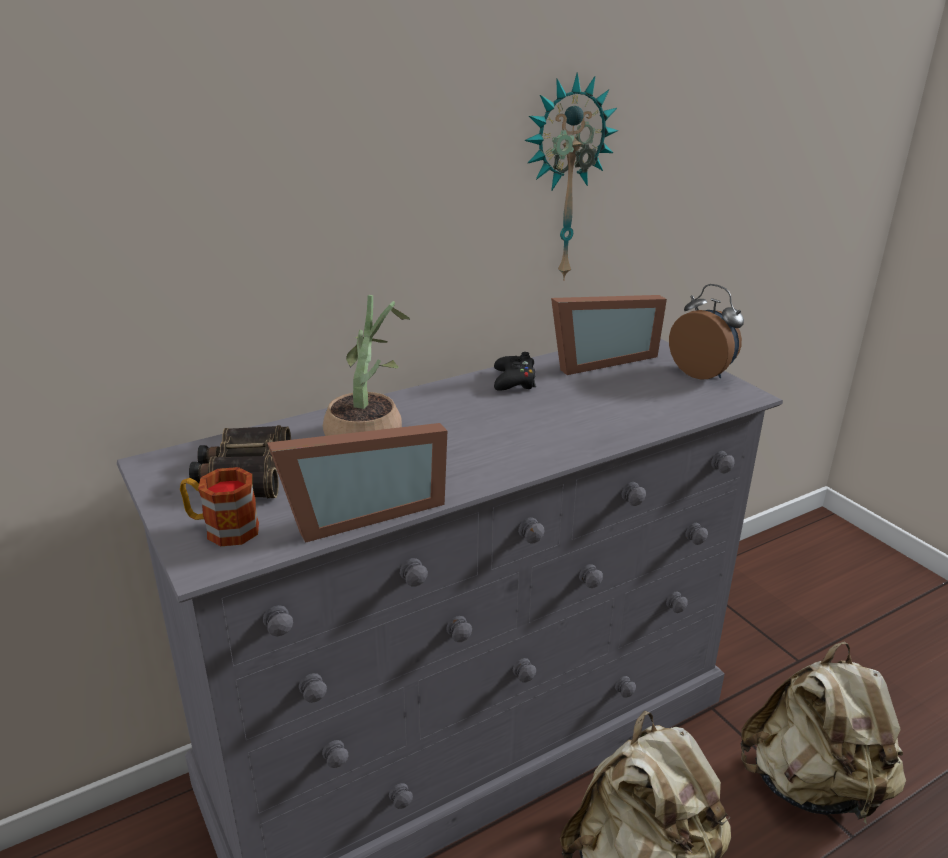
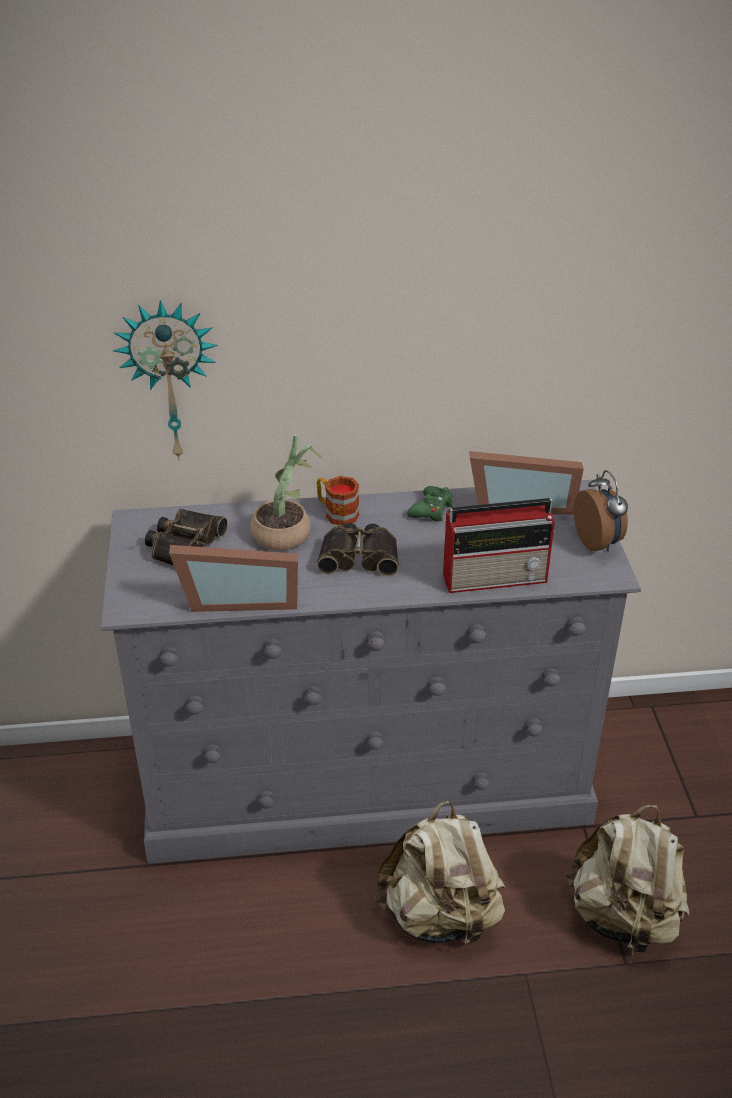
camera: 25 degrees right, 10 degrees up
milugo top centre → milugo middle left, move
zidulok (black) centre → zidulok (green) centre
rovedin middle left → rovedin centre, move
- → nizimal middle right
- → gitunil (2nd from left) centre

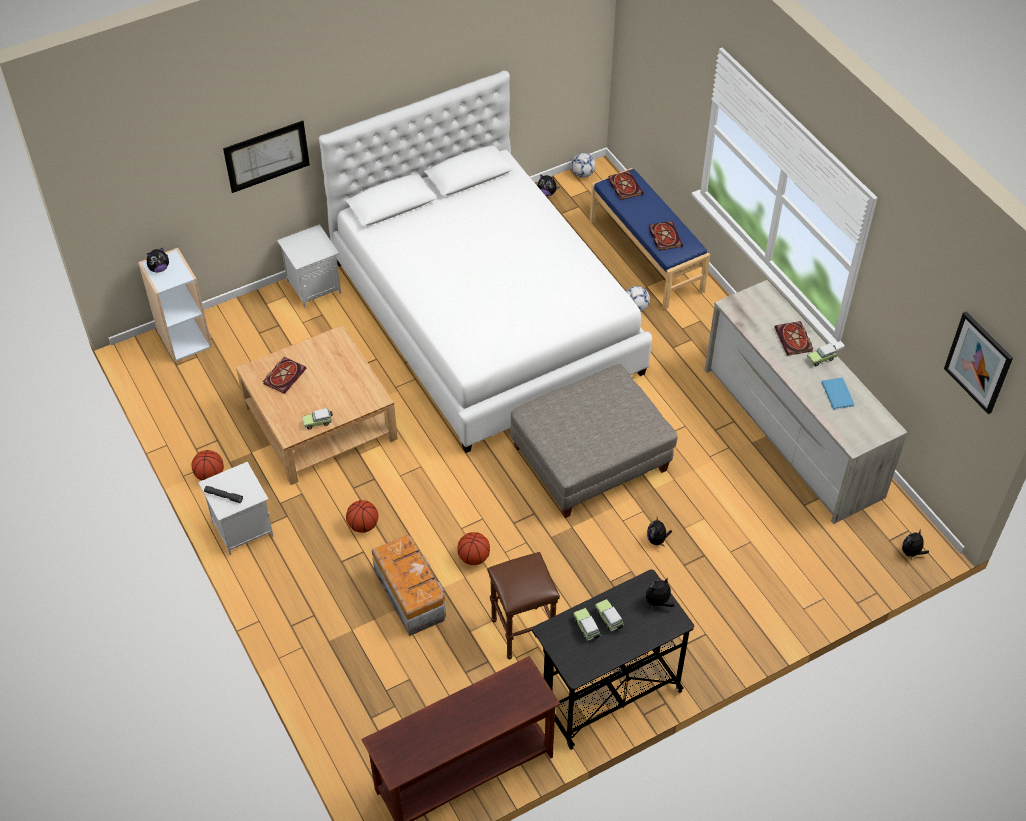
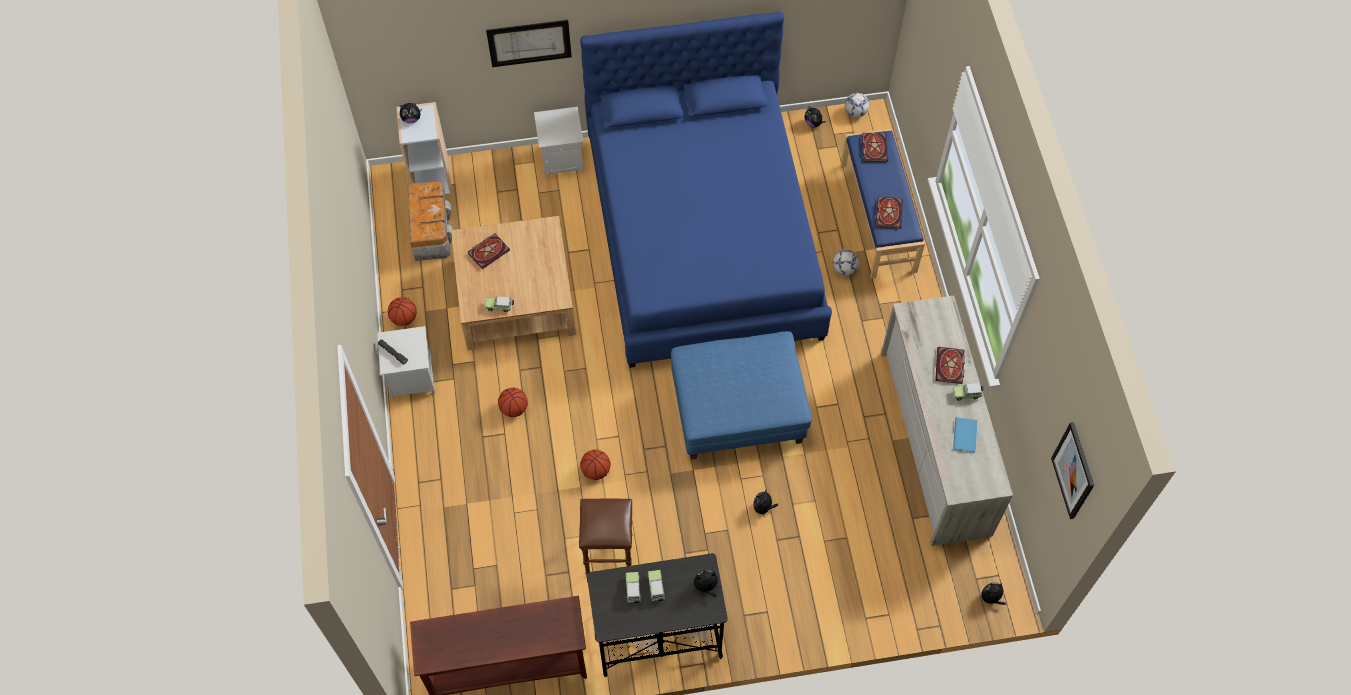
camera: 20 degrees right, 10 degrees up
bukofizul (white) top centre → bukofizul (blue) top centre
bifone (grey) centre → bifone (blue) centre
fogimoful bottom centre → fogimoful top left, move

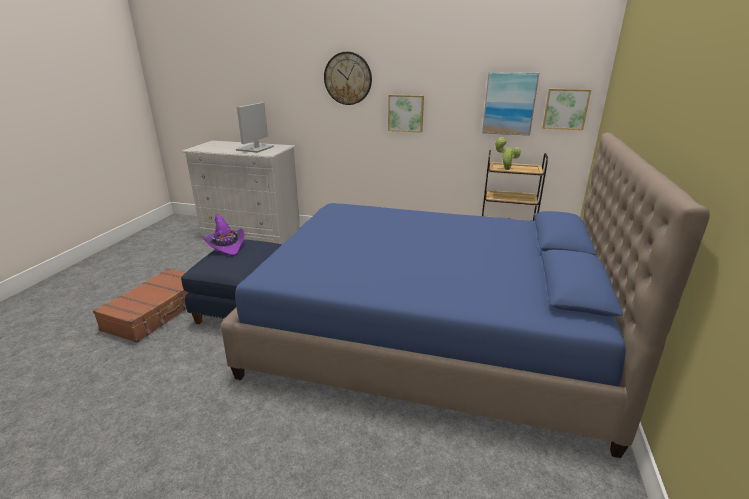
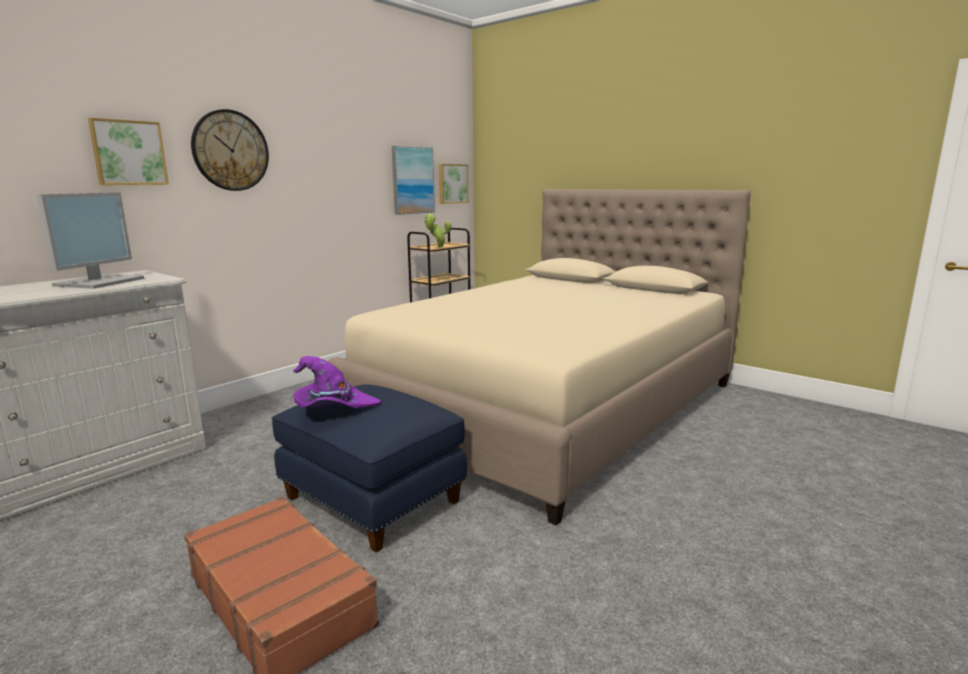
camera: 65 degrees left, 10 degrees down
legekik (1st from left) top centre → legekik (1st from left) top left, move
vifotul top centre → vifotul middle left, 120 degrees counterclockwise
bukofizul (blue) centre → bukofizul (beige) centre

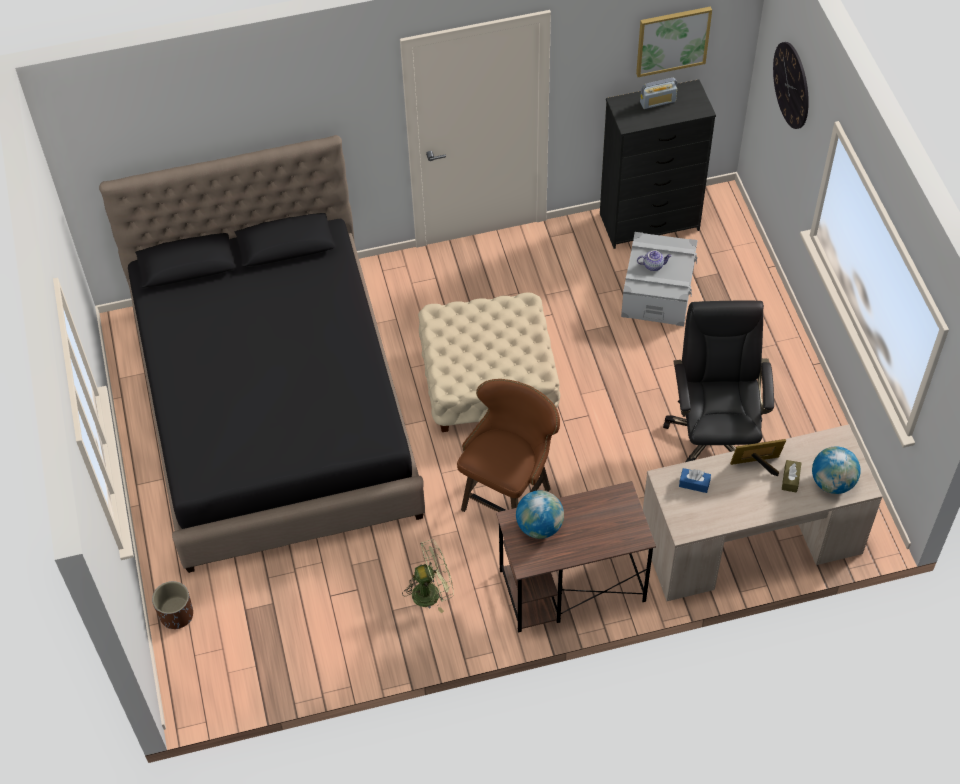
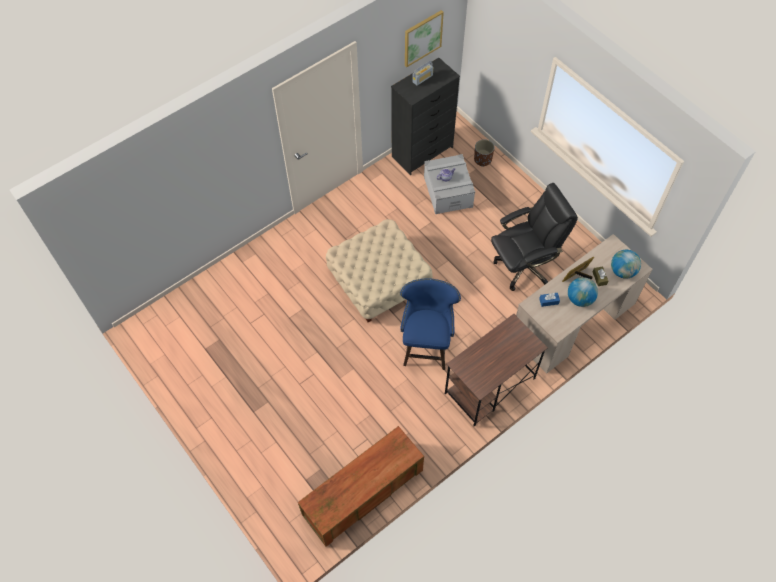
camera: 25 degrees left, 5 degrees up
milugo top right → -
bukofizul (black) middle left → -
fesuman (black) middle right, 90 degrees clockwise
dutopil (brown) centre → dutopil (blue) centre
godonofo (1st from left) centre → godonofo (1st from left) middle right, move
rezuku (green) bottom centre → -
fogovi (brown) bottom left → fogovi (brown) top centre, move
- → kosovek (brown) bottom centre

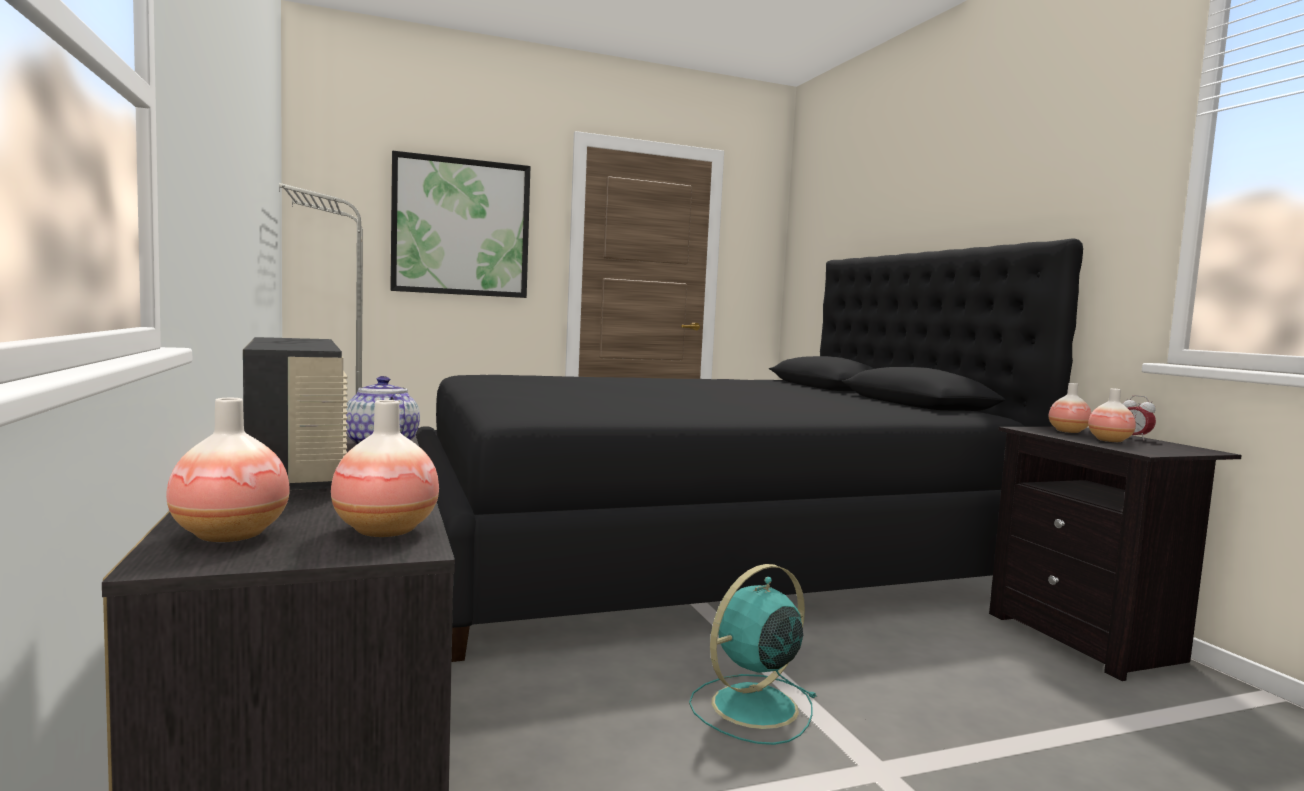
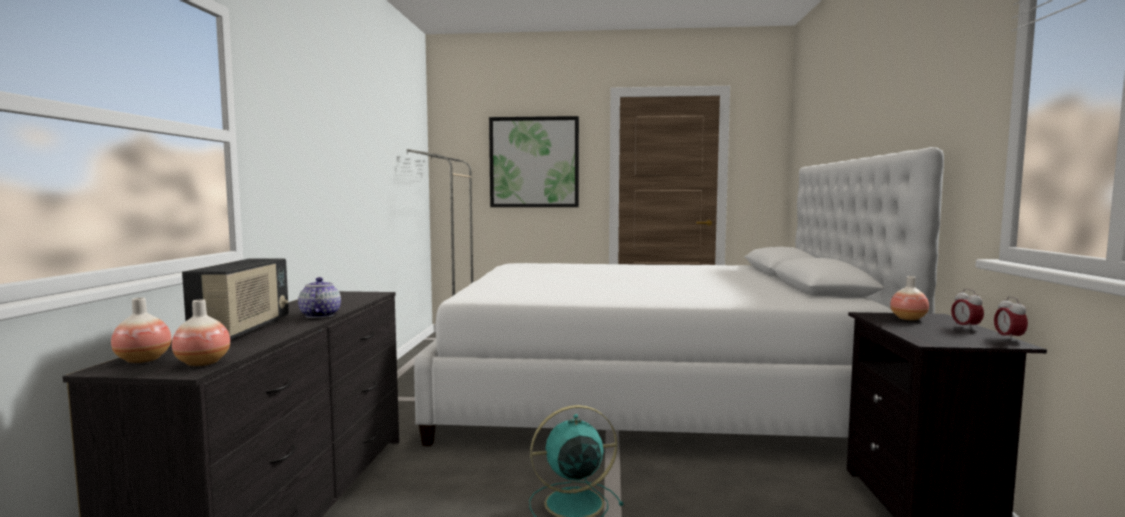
camera: 25 degrees right, 0 degrees up
bukofizul (black) centre → bukofizul (white) centre
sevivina (4th from left) middle right → -
- → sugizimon (2nd from left) middle right

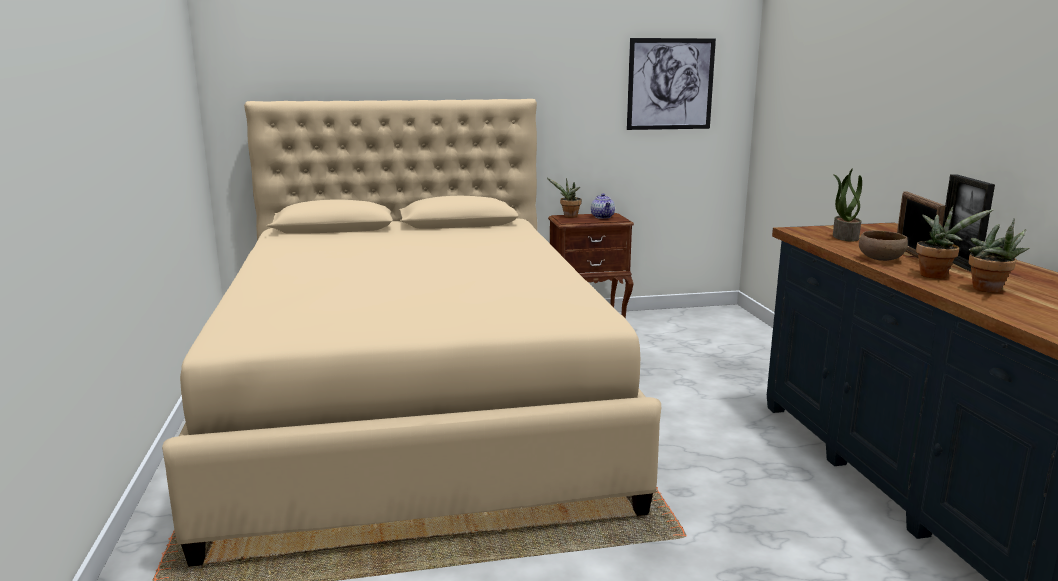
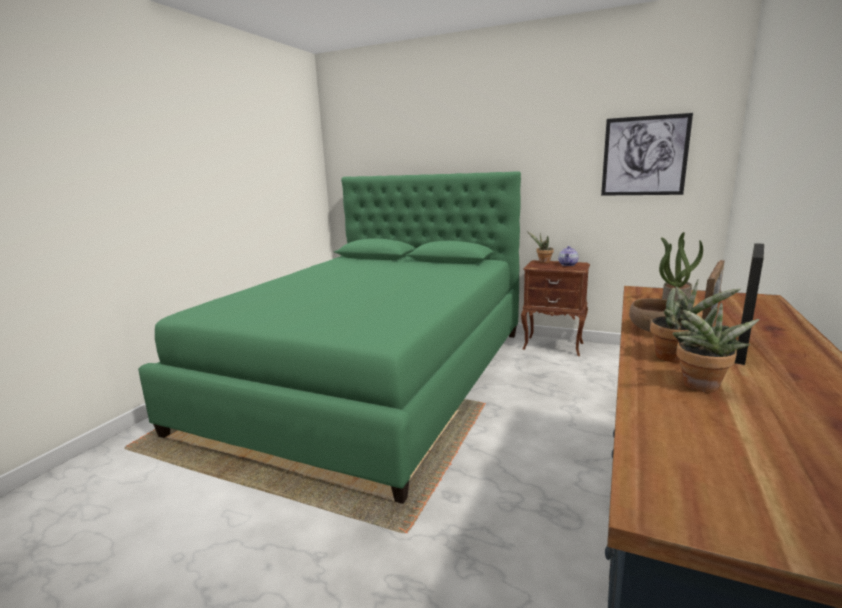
camera: 35 degrees right, 0 degrees up
bukofizul (beige) centre → bukofizul (green) centre

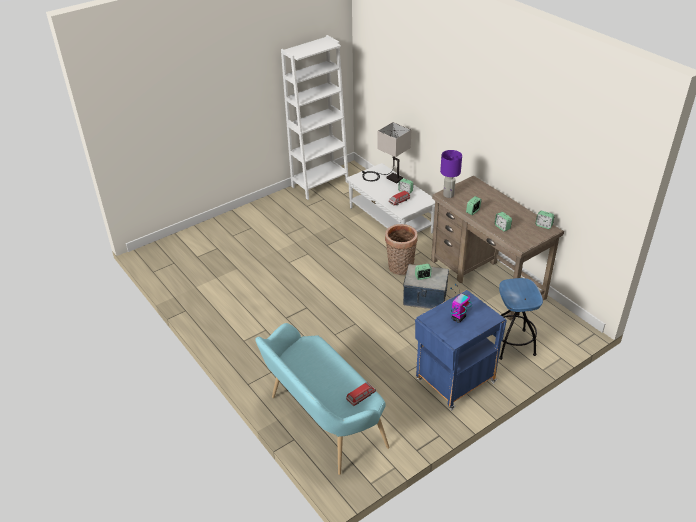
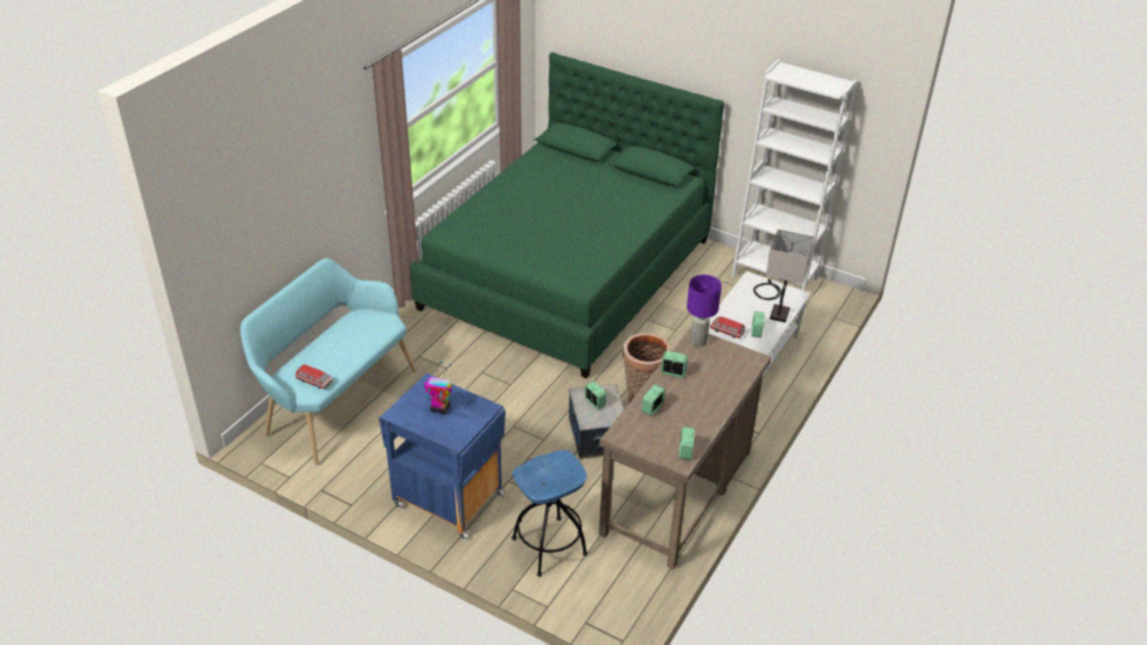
camera: 65 degrees right, 0 degrees up
- → bukofizul (green) centre

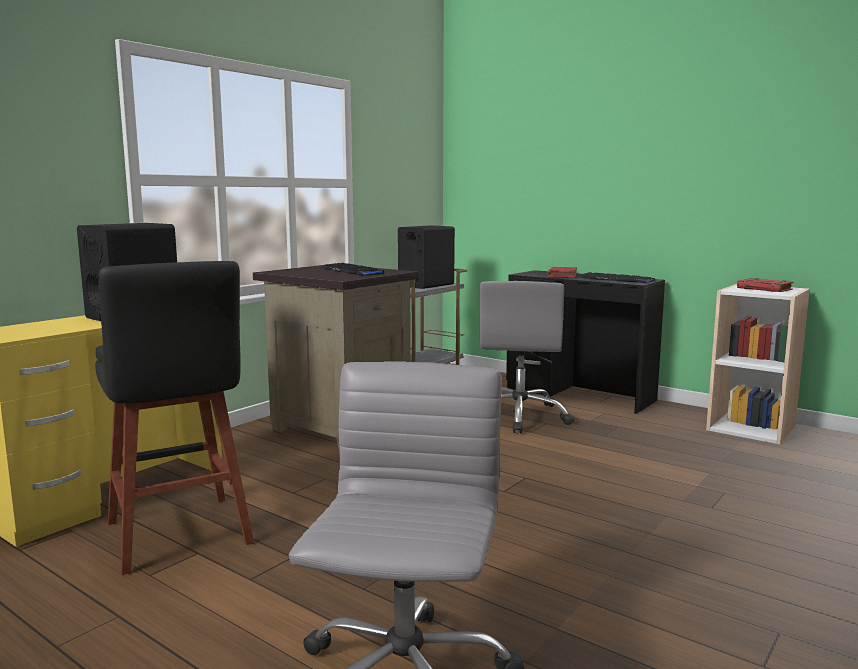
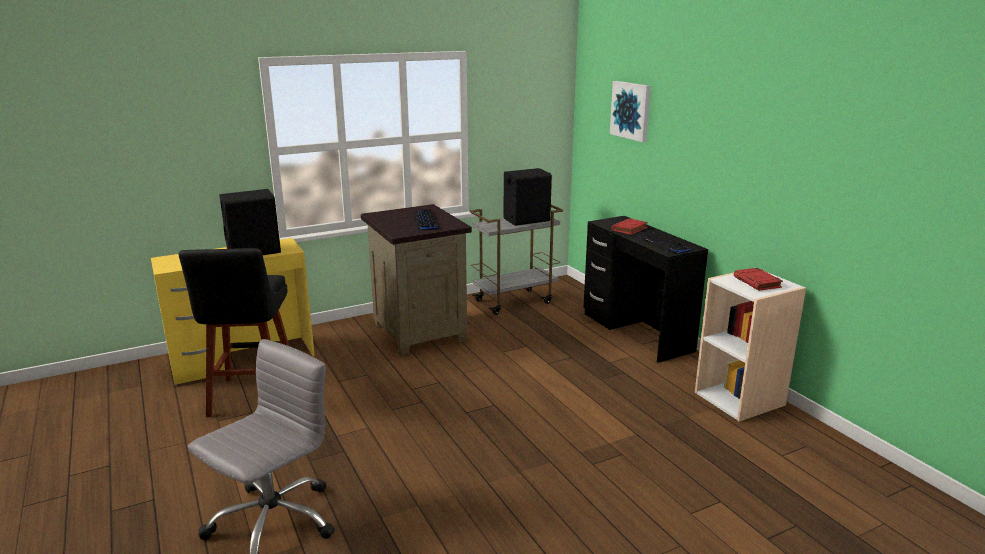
camera: 25 degrees right, 10 degrees up
fesuman (grey) (2nd from left) centre → -
- → legekik top centre

